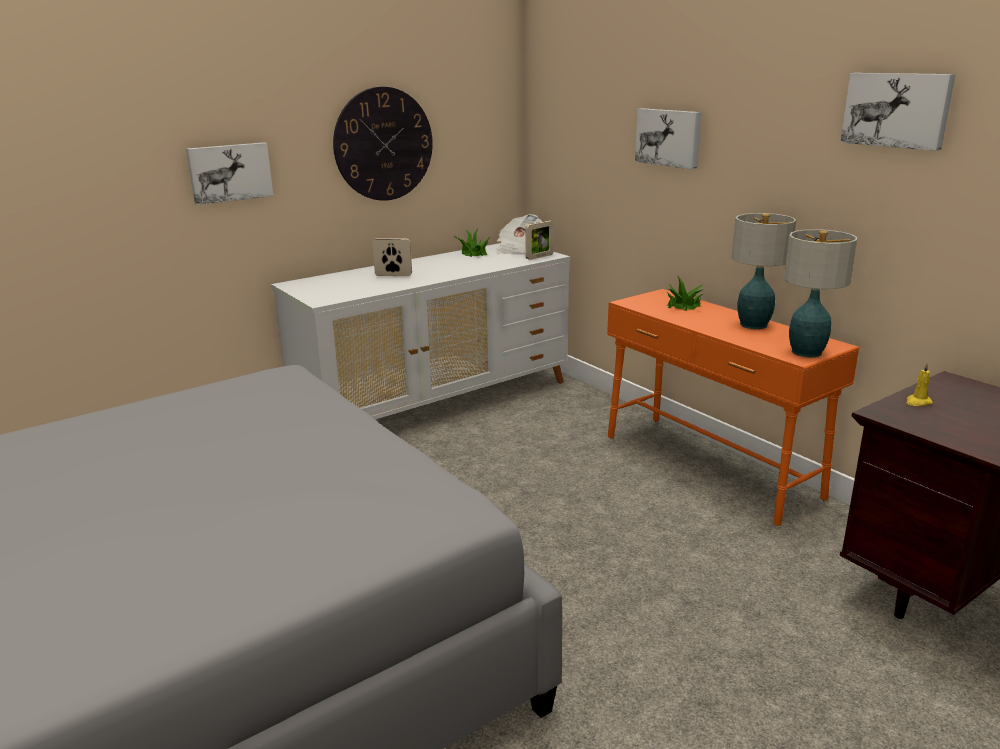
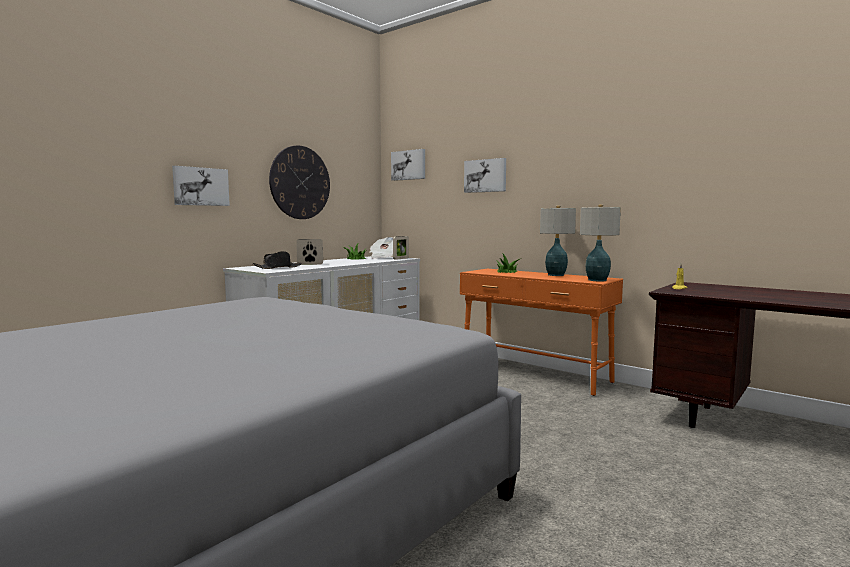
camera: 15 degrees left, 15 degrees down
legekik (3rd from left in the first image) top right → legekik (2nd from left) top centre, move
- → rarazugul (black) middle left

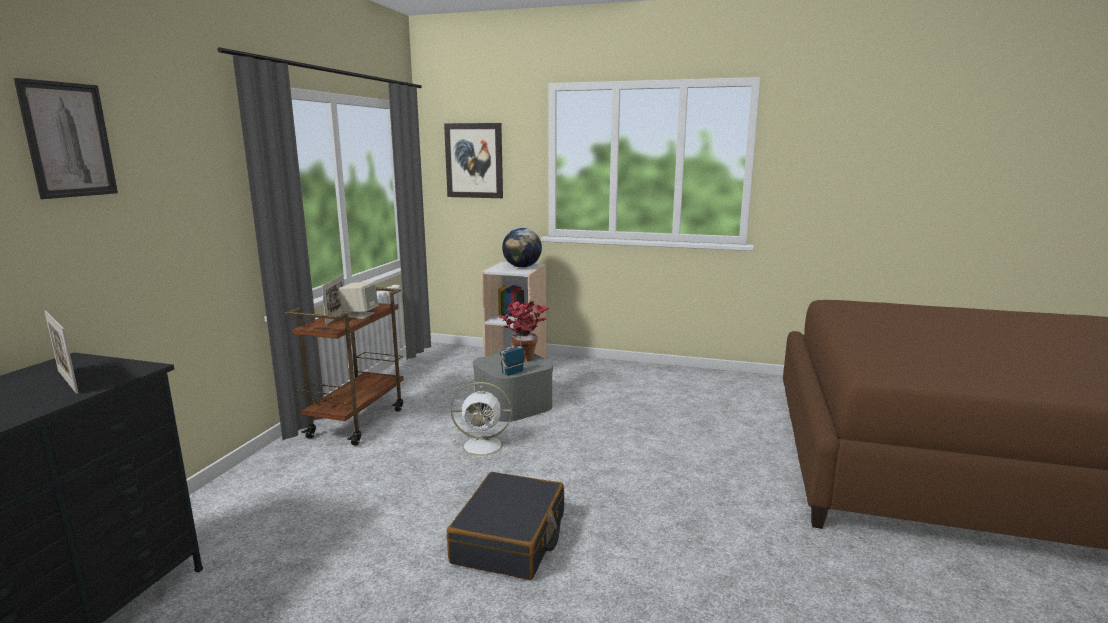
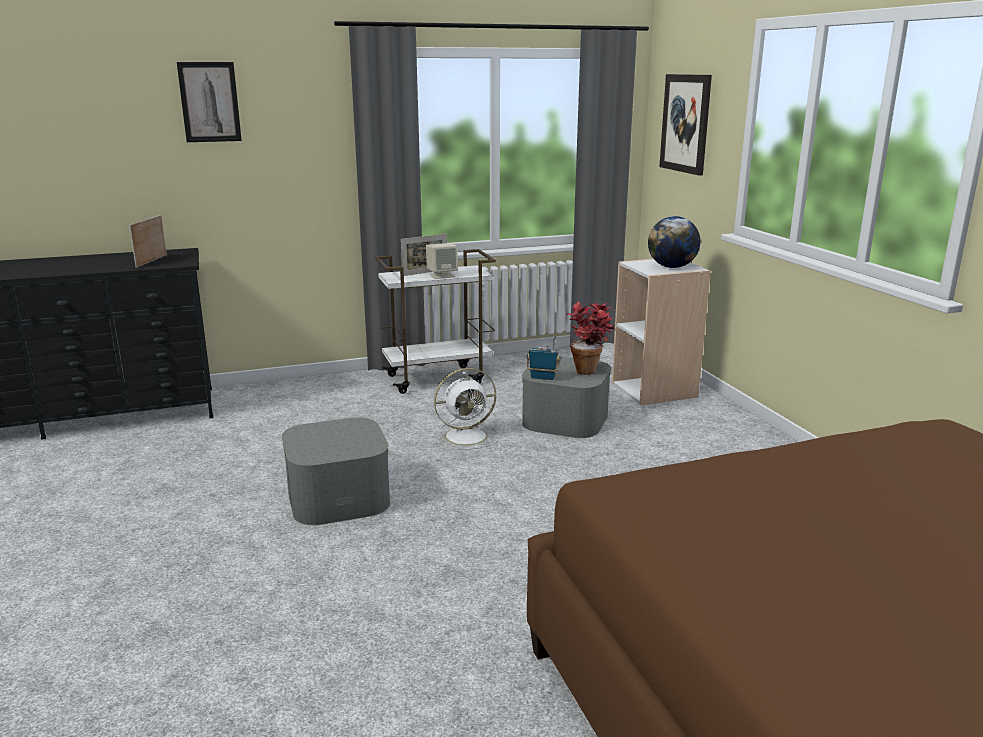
camera: 55 degrees right, 5 degrees up
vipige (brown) middle left → vipige (white) centre
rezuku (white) bottom centre → rezuku (white) centre, 75 degrees counterclockwise
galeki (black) bottom centre → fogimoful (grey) (1st from left) centre

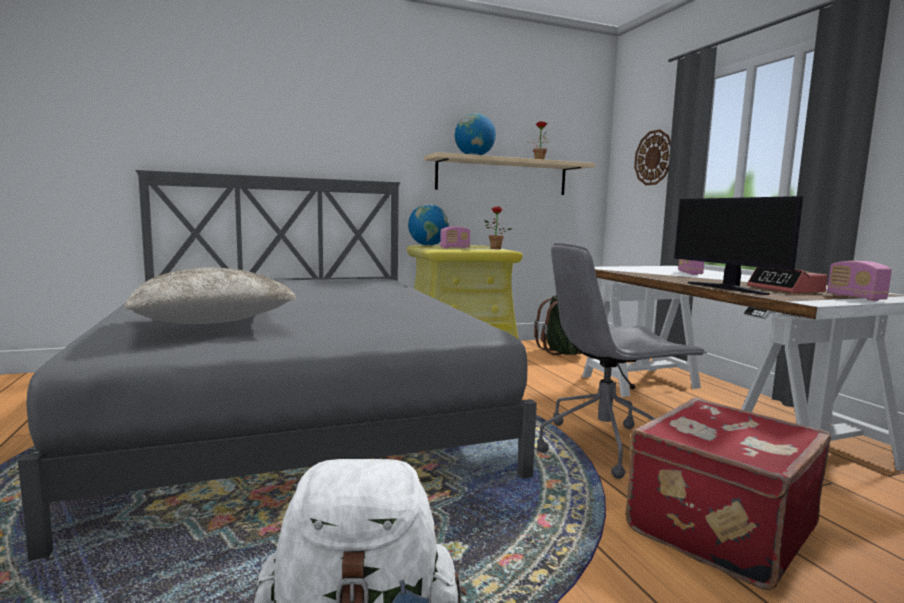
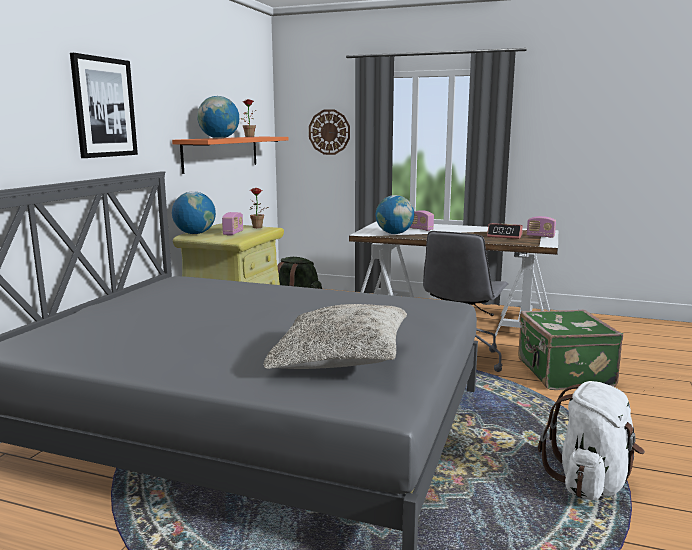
camera: 50 degrees left, 5 degrees up
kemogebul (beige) top centre → kemogebul (orange) top left
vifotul middle right → -
galeki (red) bottom right → galeki (green) middle right
- → legekik top left
- → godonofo (3rd from left) centre

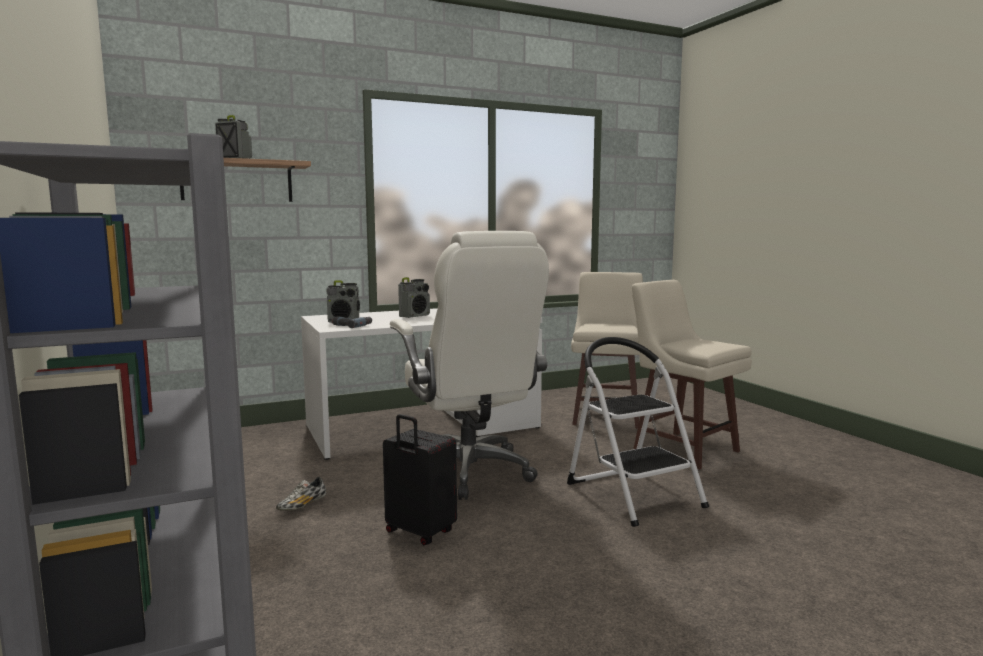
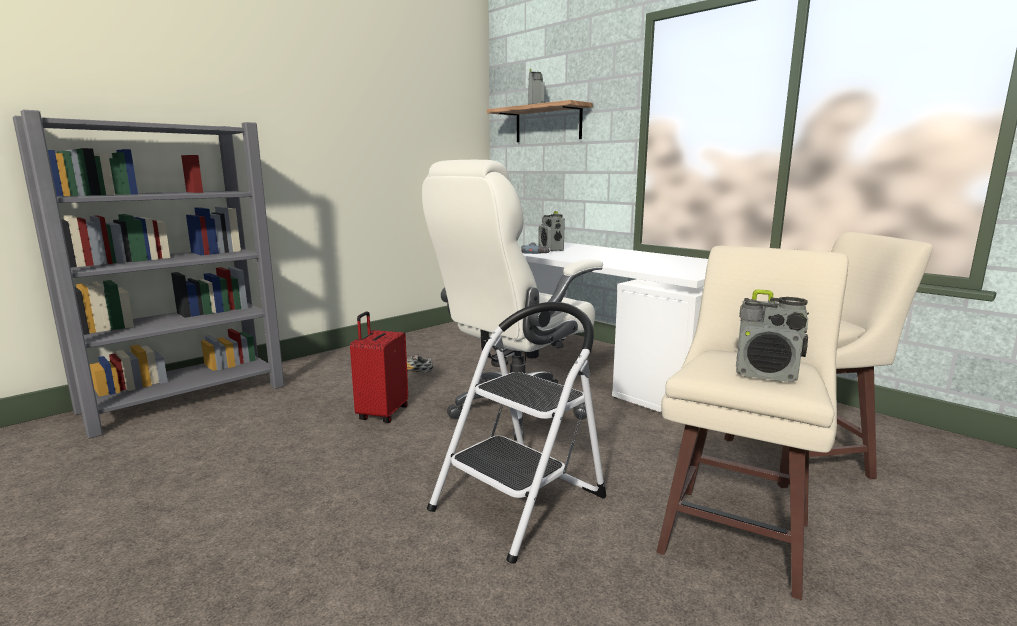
camera: 70 degrees right, 5 degrees up
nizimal (3rd from left) centre → nizimal (3rd from left) middle right, move
galeki (black) bottom centre → galeki (red) centre

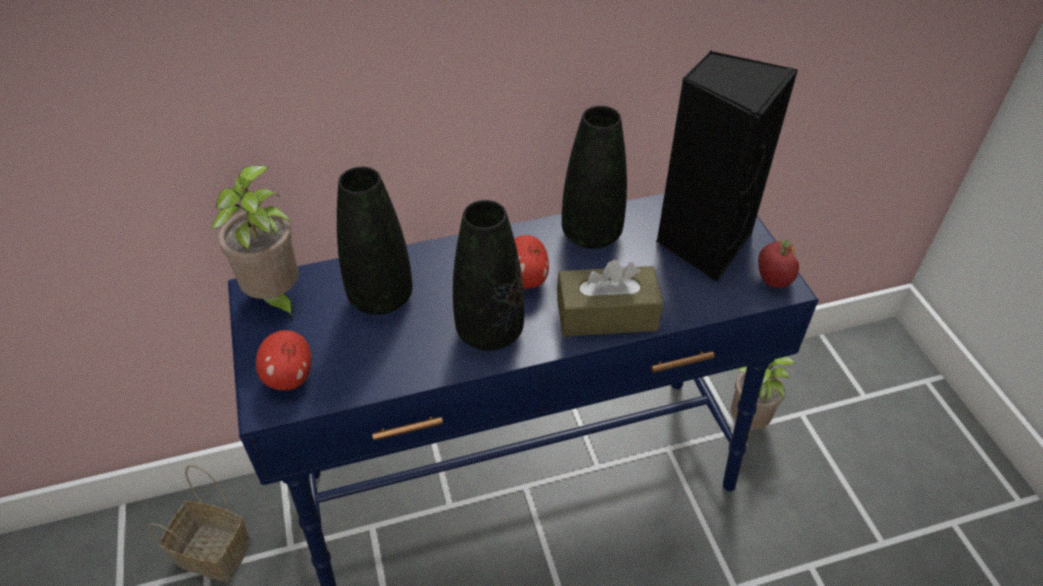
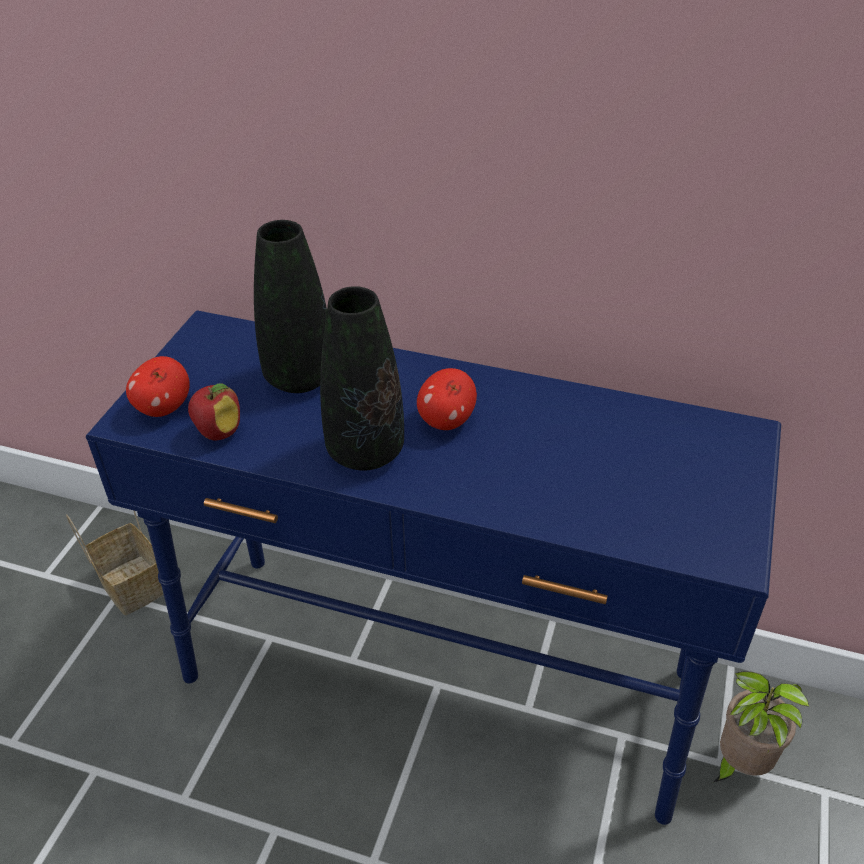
camera: 35 degrees right, 5 degrees down
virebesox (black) top right → -
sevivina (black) (3rd from left) top centre → -
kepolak (1st from left) middle left → -
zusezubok (3rd from left in the first image) middle right → zusezubok (2nd from left) middle left, move
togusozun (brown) centre → -

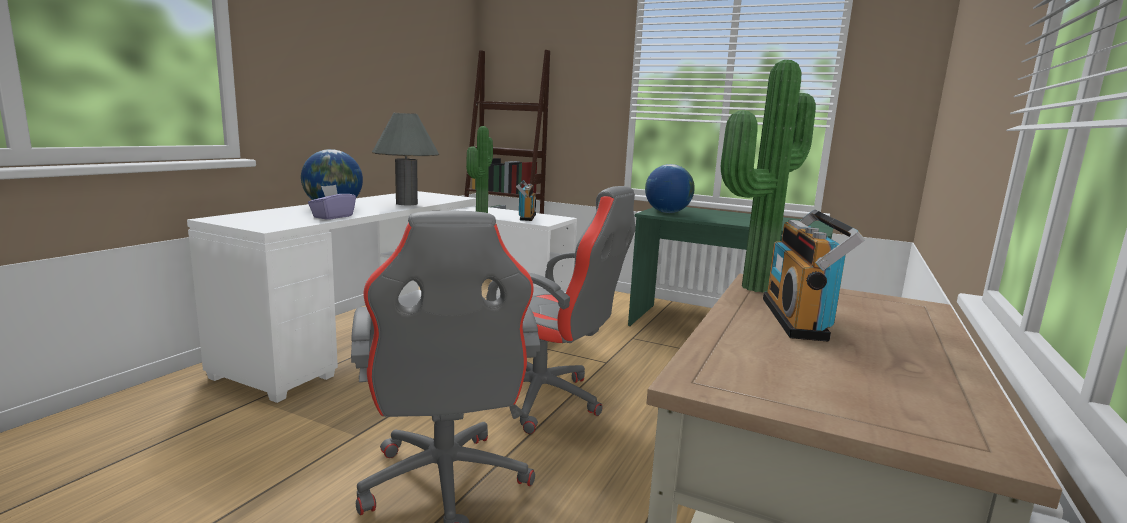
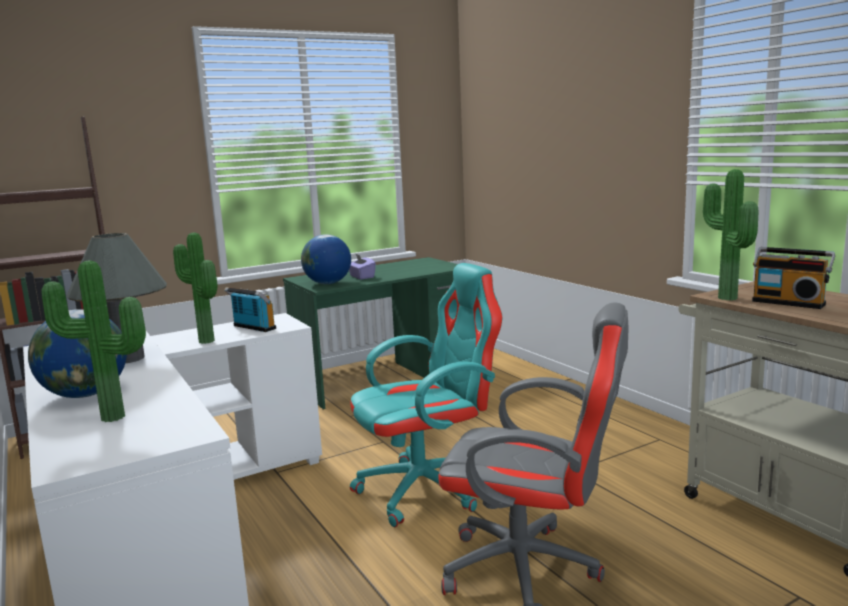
camera: 55 degrees left, 0 degrees up
togusozun (purple) middle left → togusozun (purple) centre, move
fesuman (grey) (2nd from left) centre → fesuman (turquoise) centre
- → kepolak (1st from left) middle left

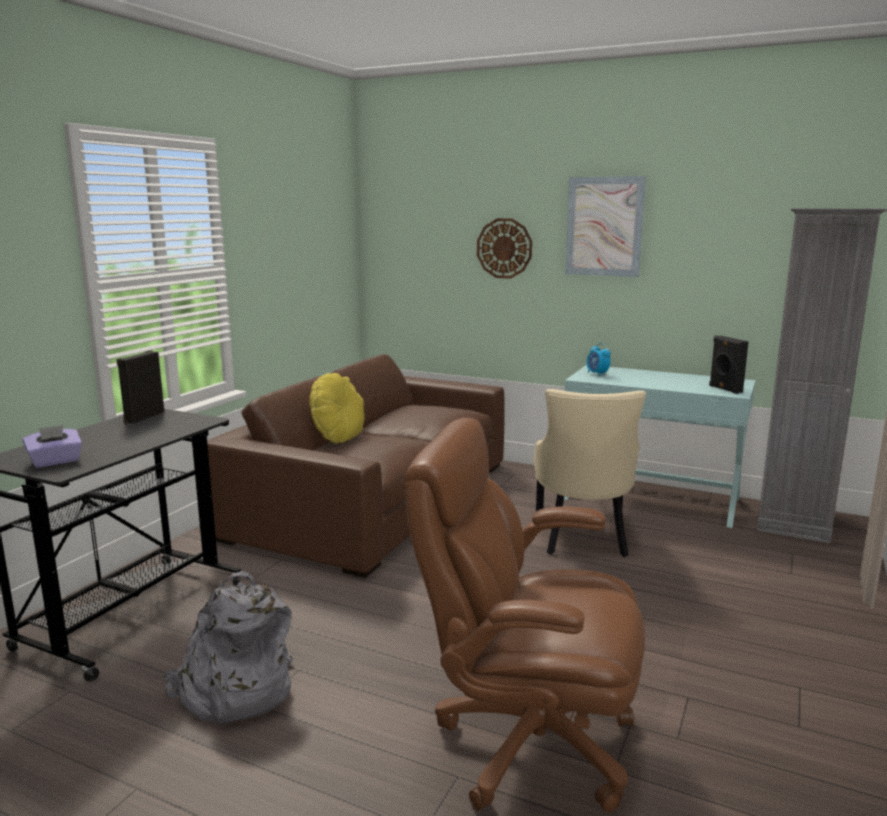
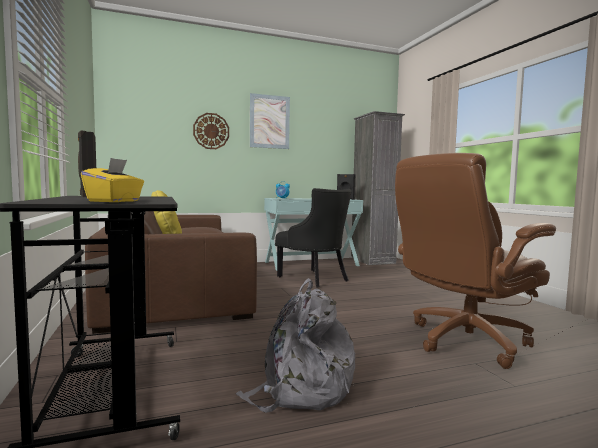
camera: 45 degrees left, 10 degrees down
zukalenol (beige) centre → zukalenol (black) centre
togusozun (purple) middle left → togusozun (yellow) middle left

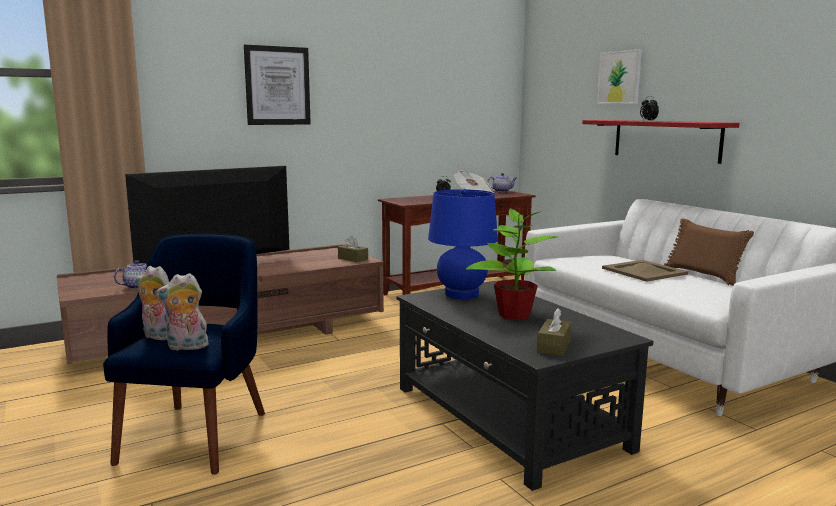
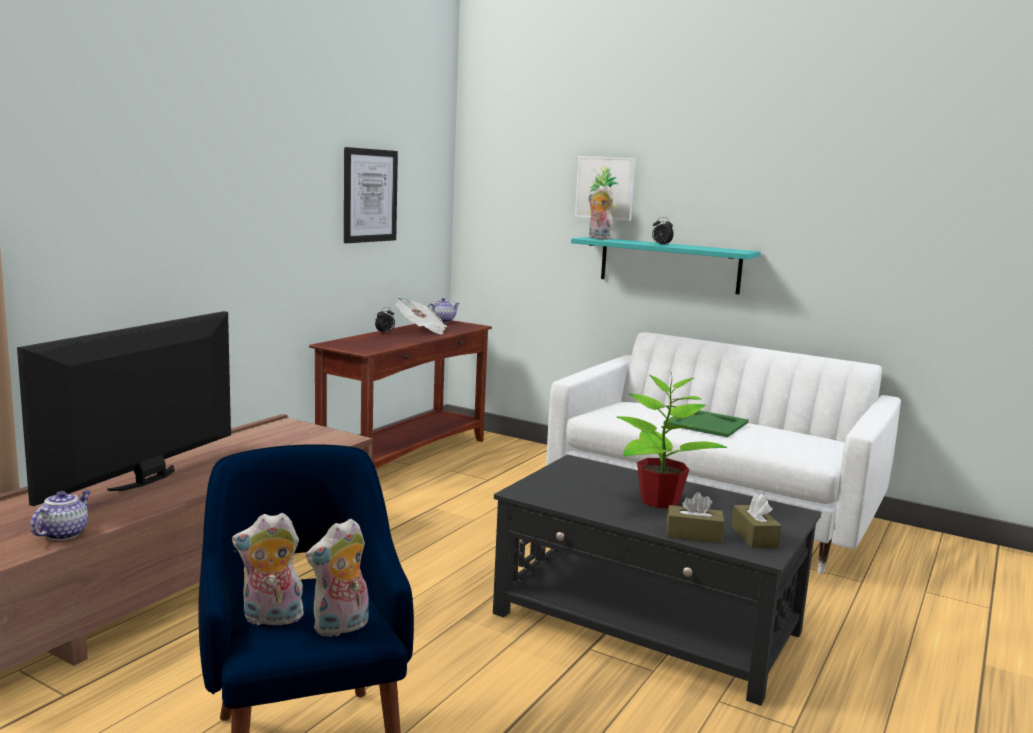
camera: 30 degrees left, 0 degrees up
legekik (1st from left) top left → legekik (1st from left) top centre, move
kemogebul (red) top right → kemogebul (turquoise) centre
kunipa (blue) centre → -
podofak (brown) middle right → -
togusozun (brown) (1st from left) centre → togusozun (brown) (1st from left) bottom right, move
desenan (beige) middle right → desenan (green) middle right
- → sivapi (3rd from left) top centre

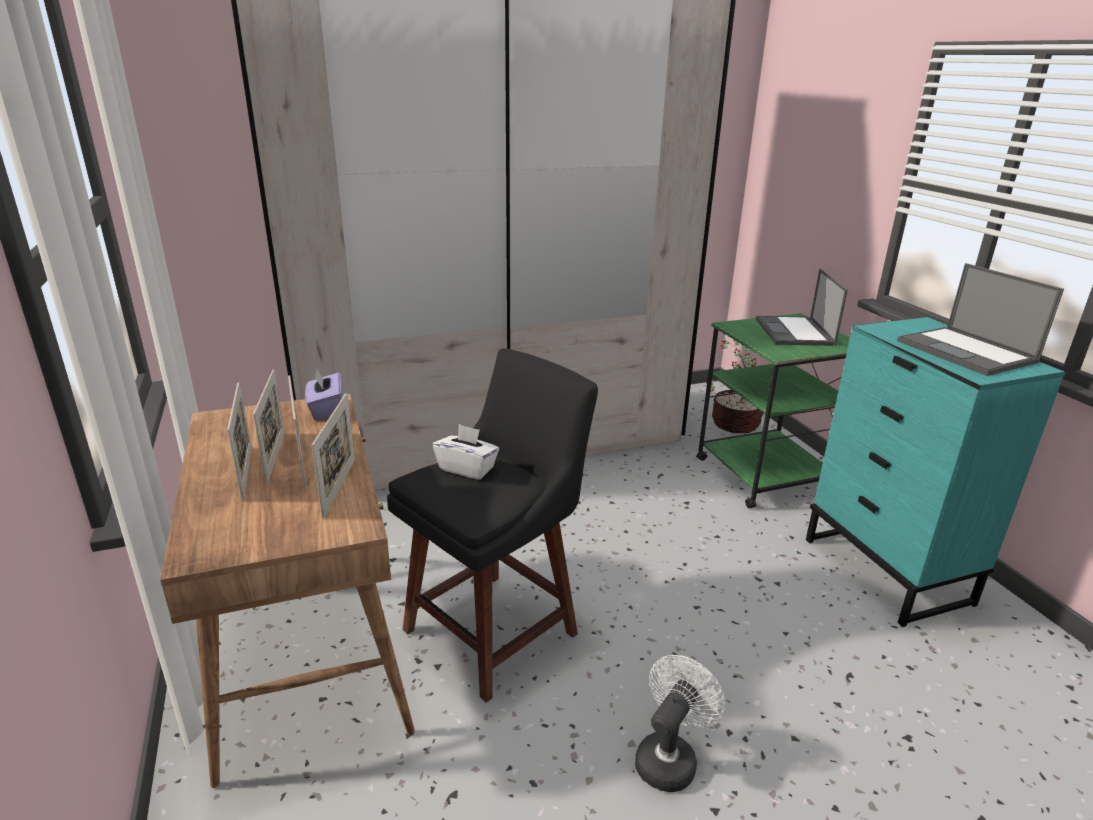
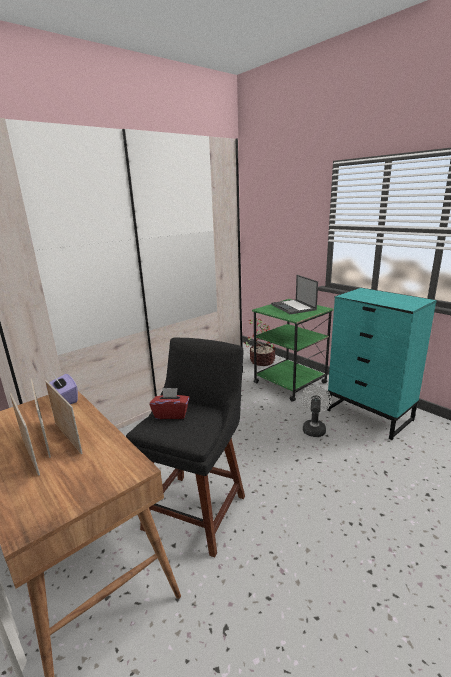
camera: 20 degrees left, 5 degrees down
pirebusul (2nd from left) middle right → -
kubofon (4th from left) middle left → -
togusozun (white) centre → togusozun (red) centre
rezuku (white) bottom centre → rezuku (white) middle right, move

